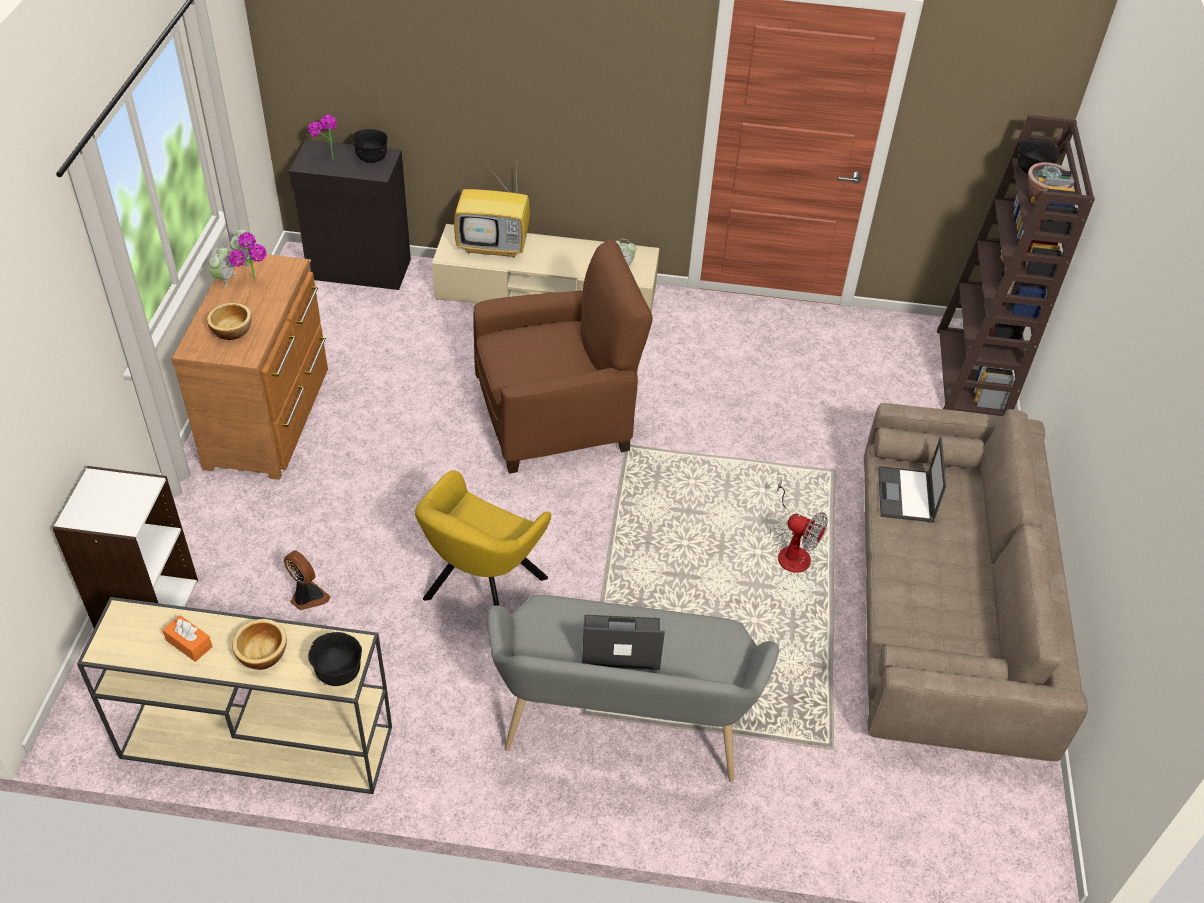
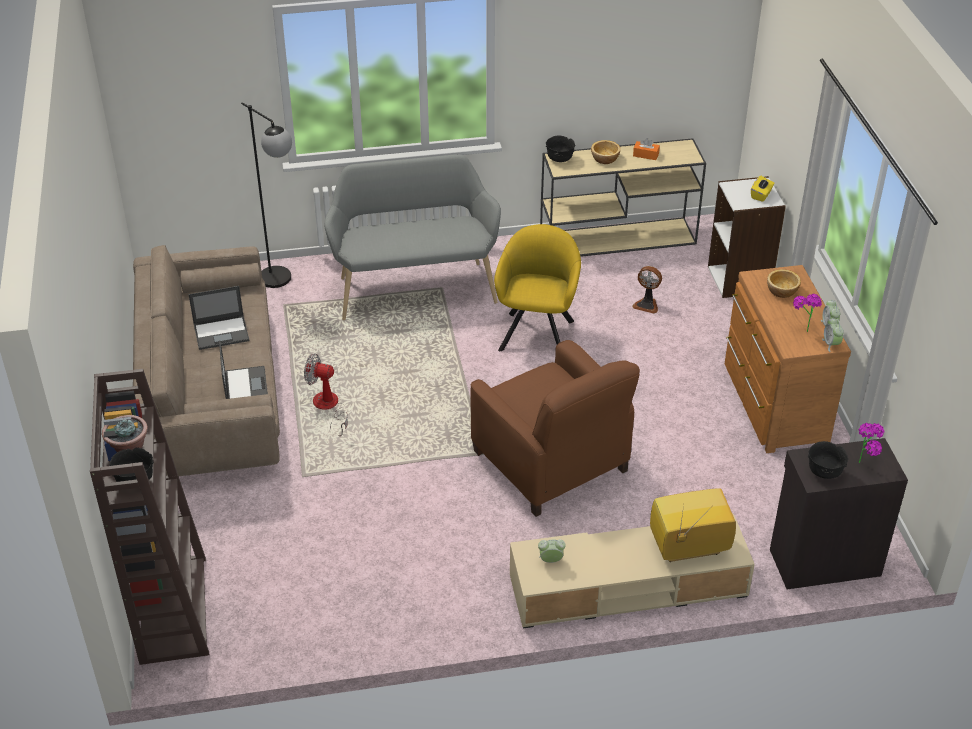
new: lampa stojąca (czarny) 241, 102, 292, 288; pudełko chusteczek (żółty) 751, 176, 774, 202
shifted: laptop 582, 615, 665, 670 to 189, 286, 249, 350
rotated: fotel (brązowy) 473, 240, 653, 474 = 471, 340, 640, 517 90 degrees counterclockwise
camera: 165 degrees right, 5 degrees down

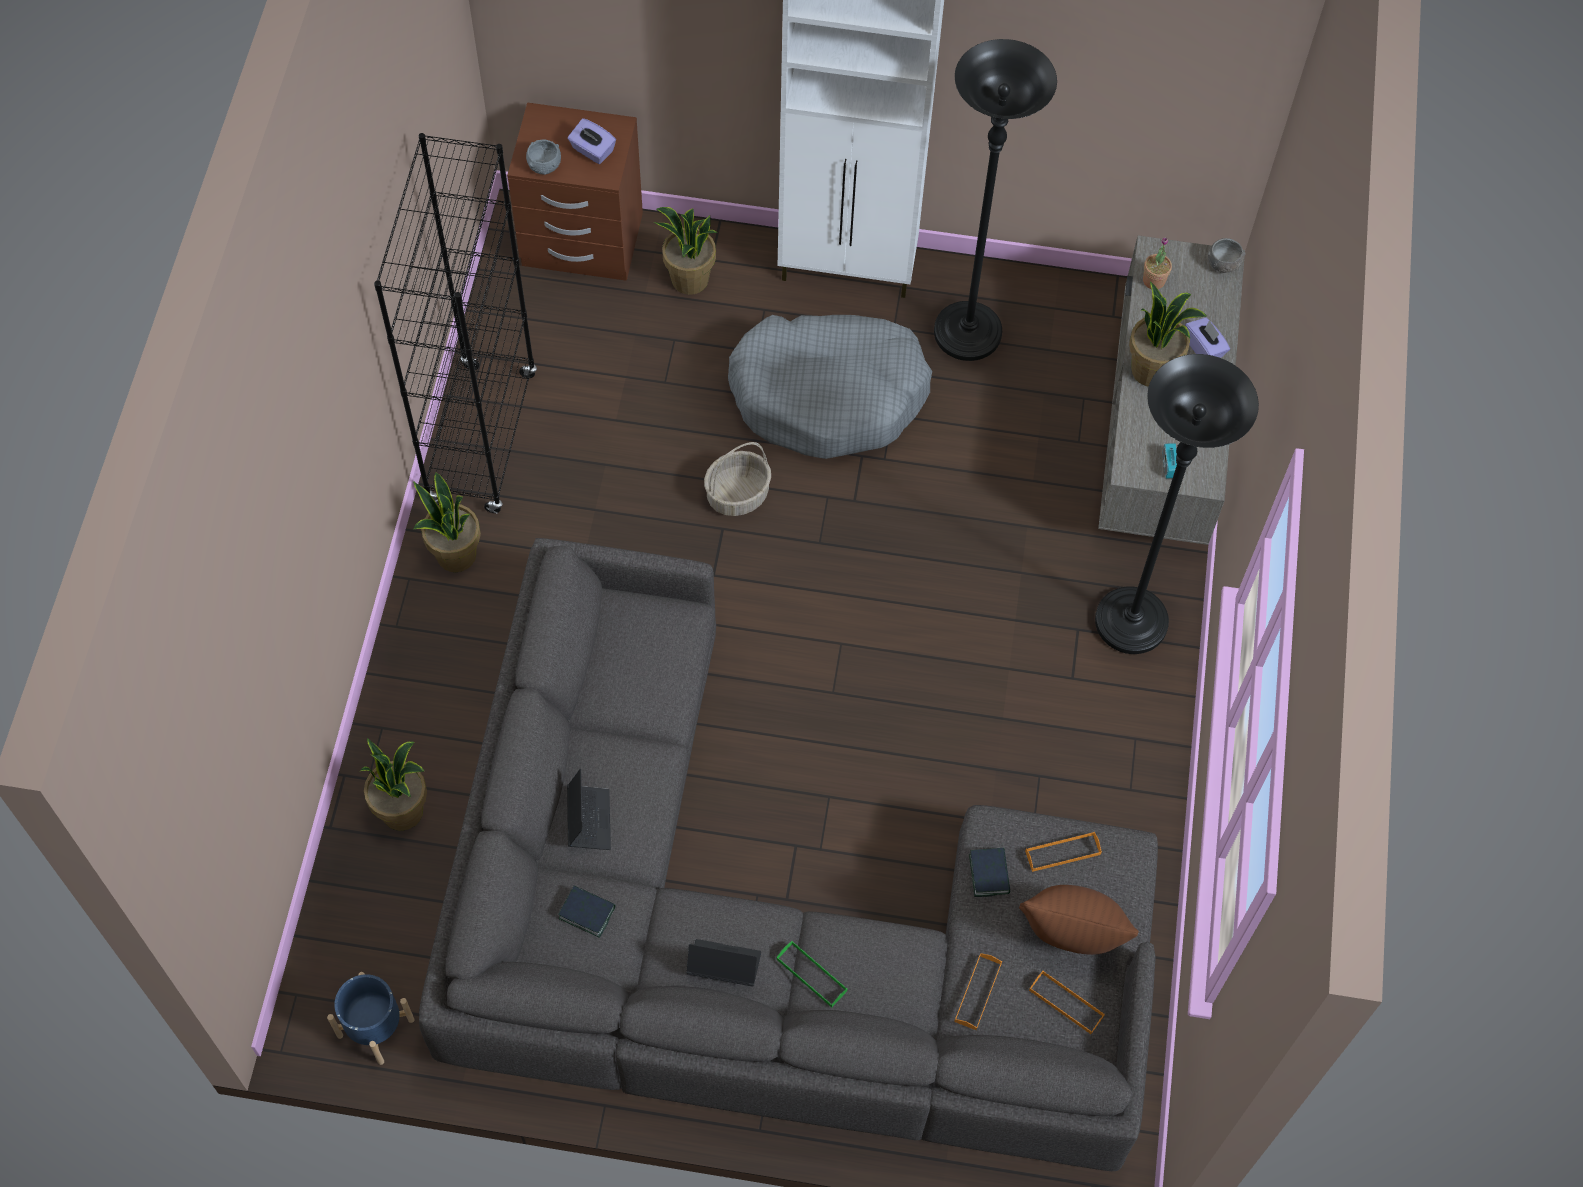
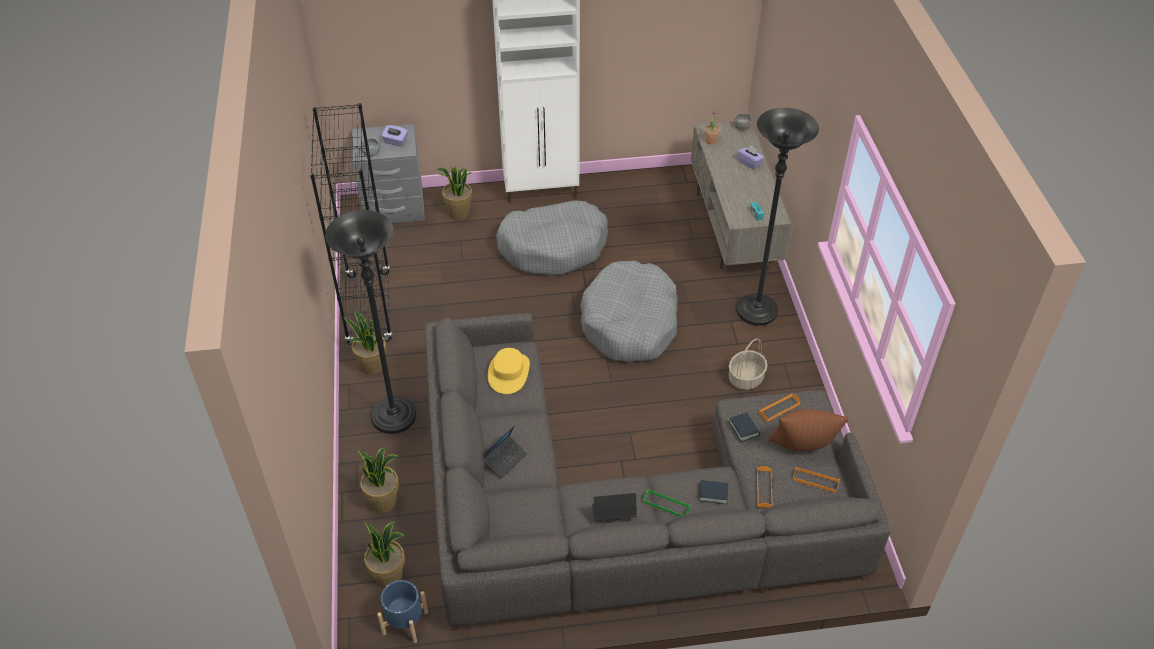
new: kapelusz (żółty) 488, 348, 530, 394; legowisko (szary) 580, 261, 678, 362
shifted: książka 558, 886, 616, 938 to 699, 480, 728, 505; koszyk 704, 442, 771, 516 to 729, 338, 768, 390; lampa stojąca (czarny) 934, 39, 1057, 361 to 325, 210, 416, 434; roślina doniczkowa 1129, 281, 1207, 387 to 362, 522, 405, 588
repainted: szafka nocna (brązowy) 507, 102, 643, 281 to szafka nocna (szary) 353, 124, 425, 223
rotated: laptop 567, 769, 611, 850 = 483, 425, 528, 479 60 degrees clockwise
camera: 15 degrees left, 15 degrees down

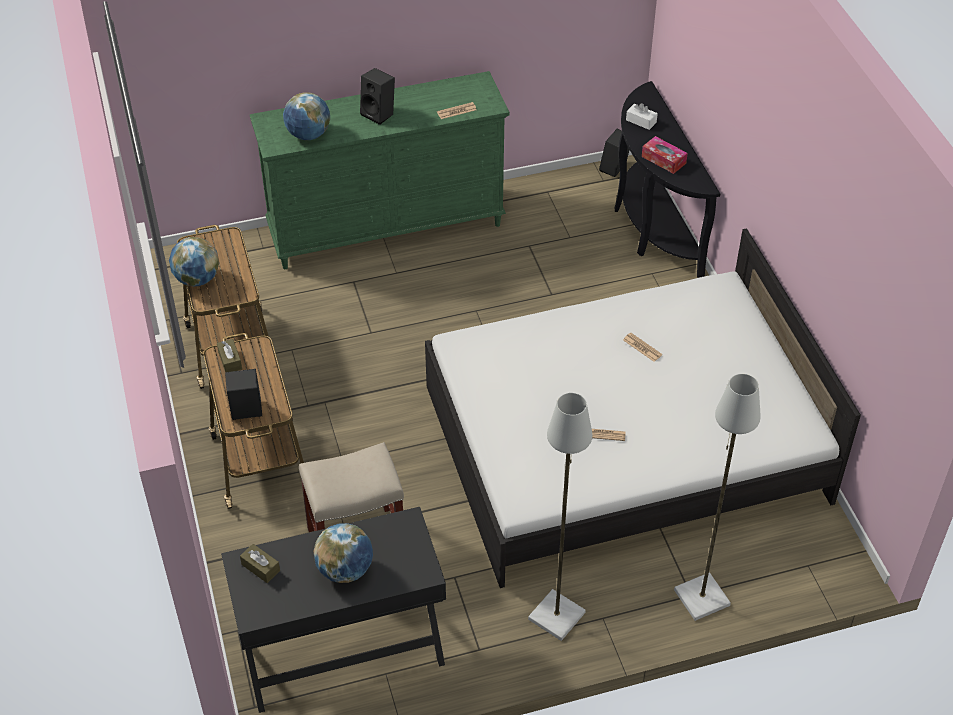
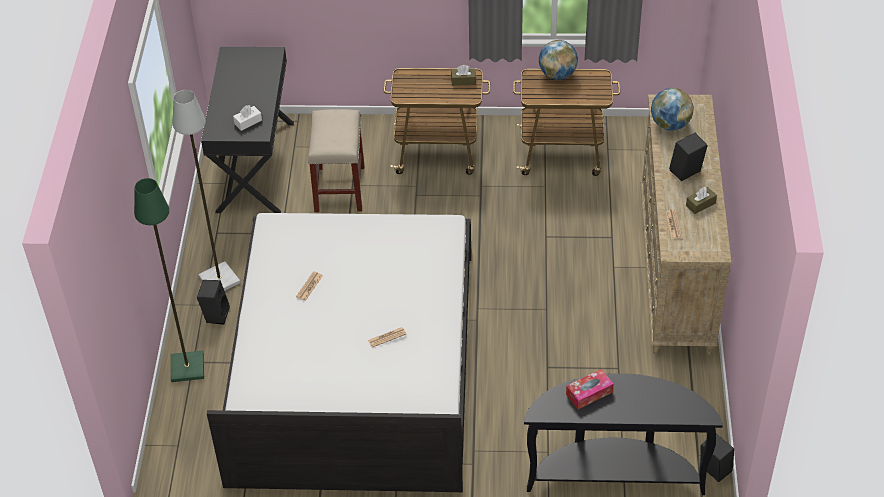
gone: globus 313, 523, 373, 583
shifted: głośnik (czarny) 225, 369, 262, 420 to 197, 280, 230, 325; pudełko chusteczek (brązowy) 240, 544, 280, 583 to 686, 186, 717, 214; pudełko chusteczek (biały) 626, 103, 658, 130 to 233, 105, 262, 131
repainted: komoda (zielony) 250, 71, 510, 269 to komoda (beżowy) 640, 94, 732, 355; lampa stojąca (szary) 674, 374, 761, 621 to lampa stojąca (zielony) 134, 178, 204, 382
camera: 110 degrees right, 0 degrees up

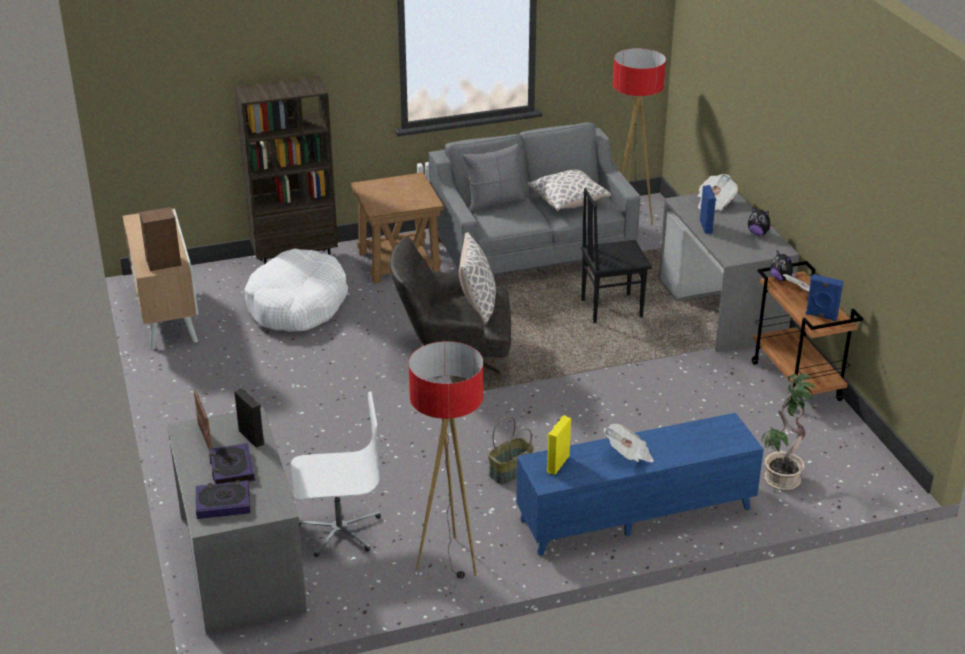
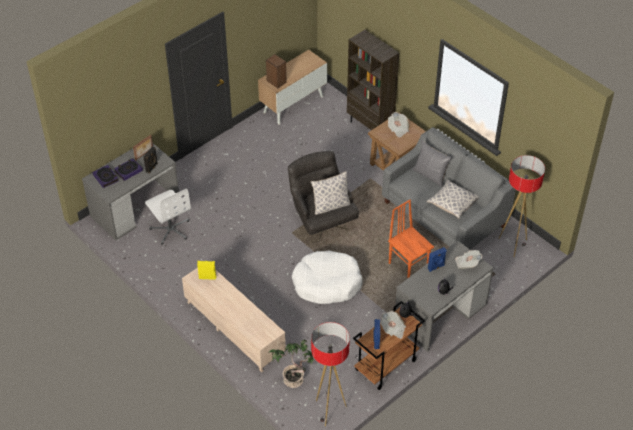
gone: koszyk 488, 416, 534, 484
shifted: legowisko (biały) 245, 248, 348, 332 to 292, 251, 363, 304; lampa stojąca 409, 341, 483, 578 to 311, 322, 350, 427; gazeta 603, 424, 654, 462 to 388, 112, 409, 138
repainted: szafka pod telewizor (niebieski) 516, 413, 764, 556 to szafka pod telewizor (beżowy) 182, 268, 286, 373; krzesło (czarny) 581, 188, 652, 323 to krzesło (pomarańczowy) 388, 200, 434, 279
camera: 65 degrees right, 15 degrees up

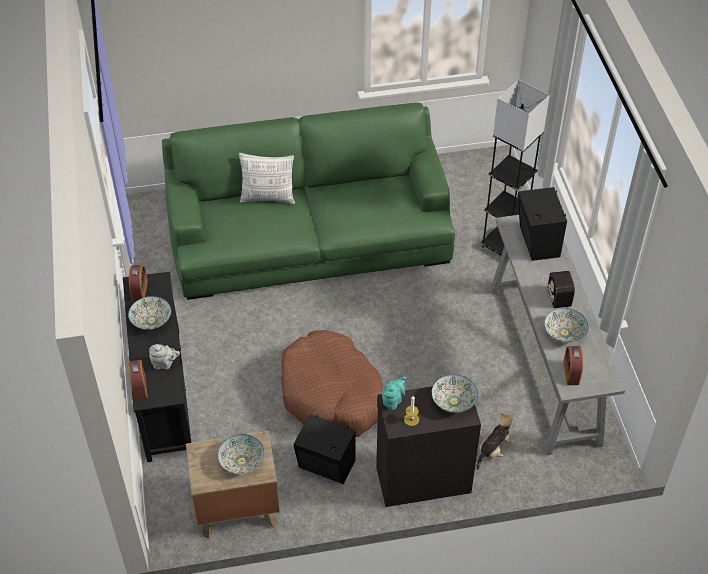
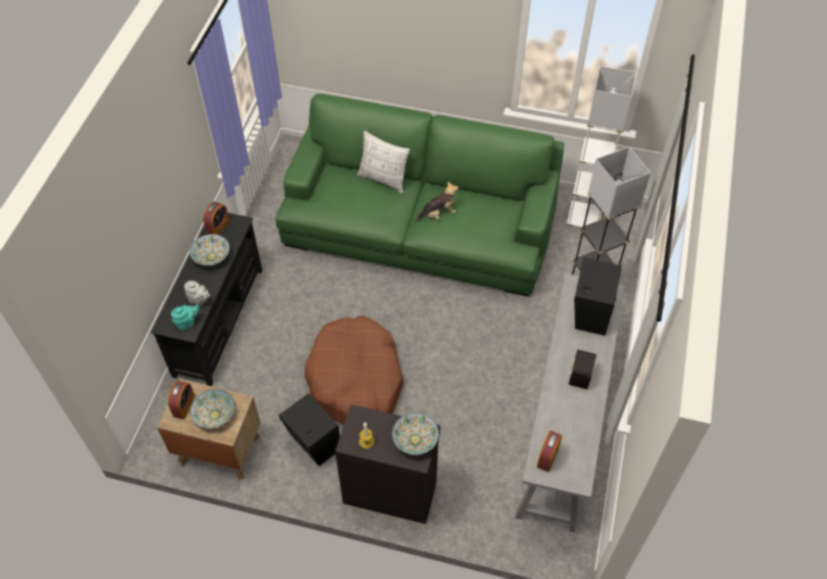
gone: miska 544, 308, 588, 342
new: lampa stojąca (biały) 567, 66, 636, 227
shifted: budzik 128, 360, 148, 400 to 168, 381, 195, 419; imbryk (turkusowy) 382, 376, 406, 410 to 171, 305, 200, 331; pluszak 477, 413, 514, 469 to 415, 181, 458, 223
camera: 25 degrees right, 5 degrees up

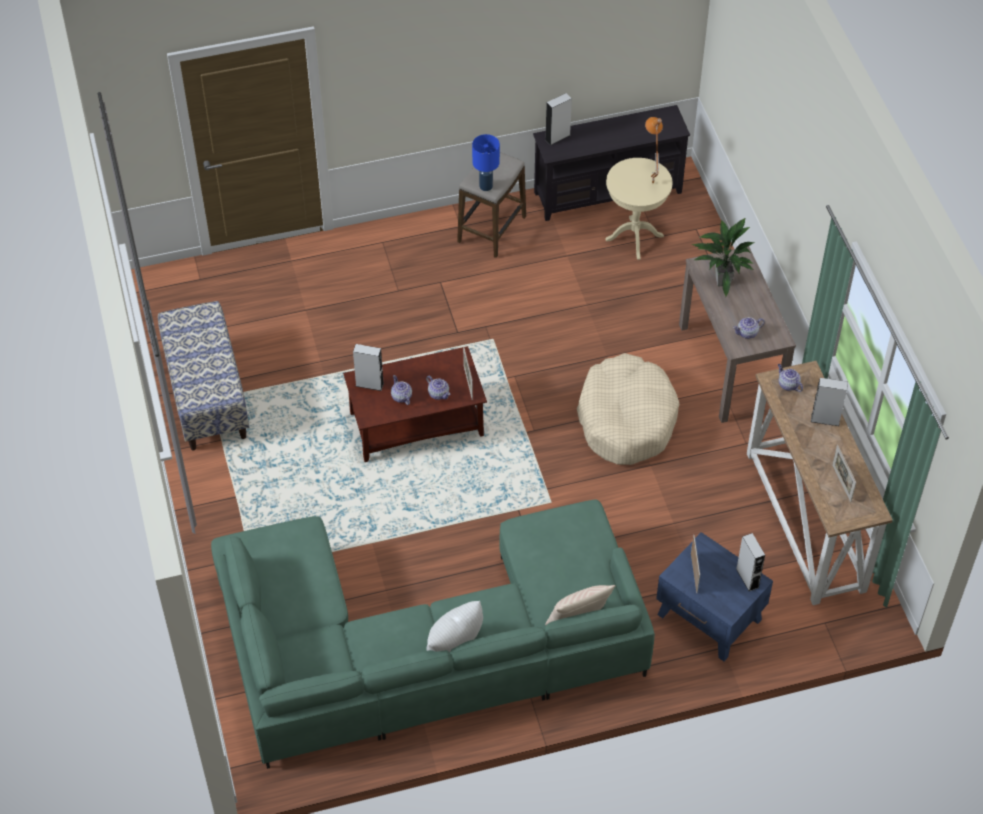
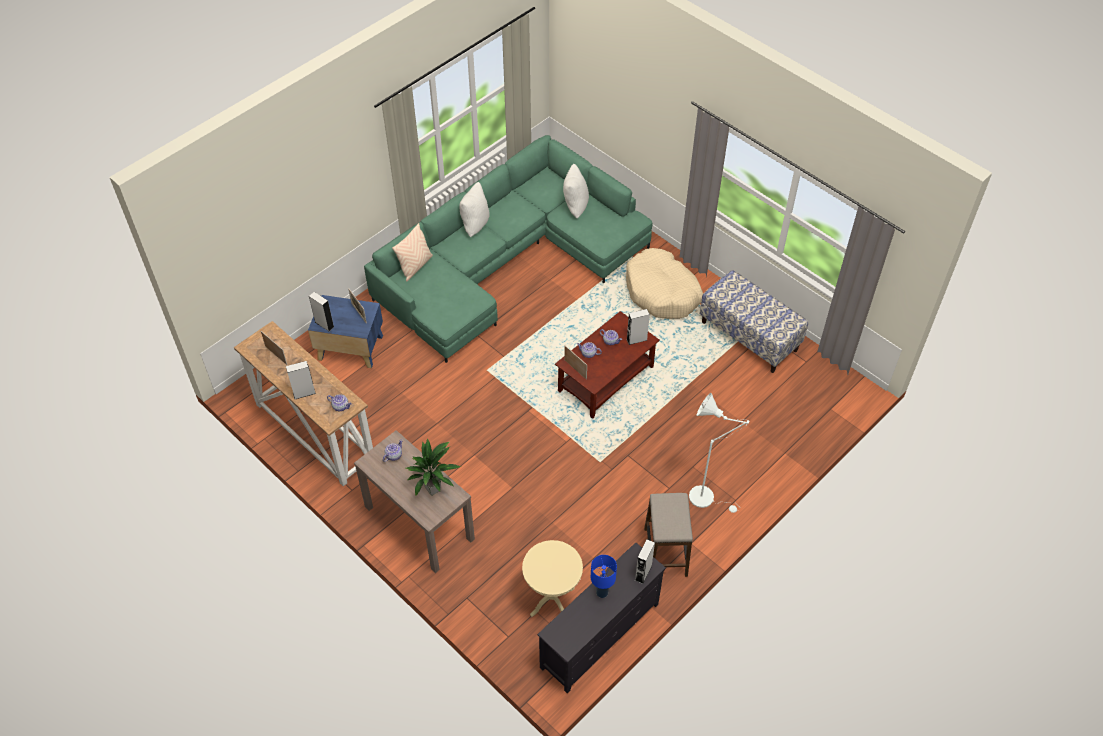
gone: lampa stołowa (pomarańczowy) 645, 117, 663, 184
new: poduszka (biały) 563, 164, 589, 218; lampa stojąca (biały) 689, 393, 750, 513
shifted: lampa stołowa (niebieski) 472, 134, 500, 191 to 591, 555, 617, 598; legowisko (beżowy) 577, 353, 679, 465 to 626, 248, 703, 319
camera: 150 degrees right, 0 degrees up

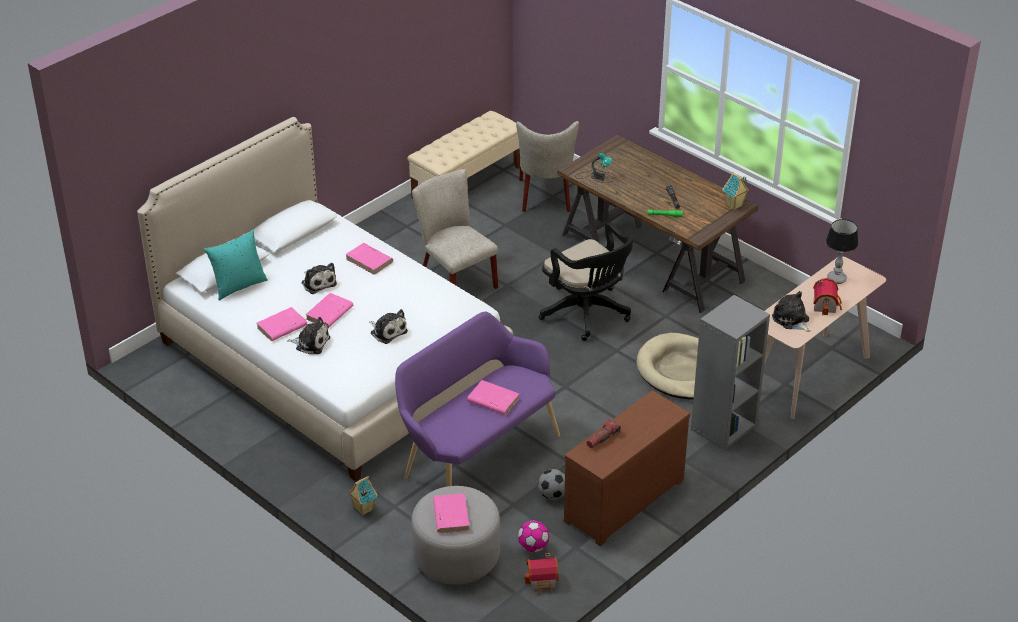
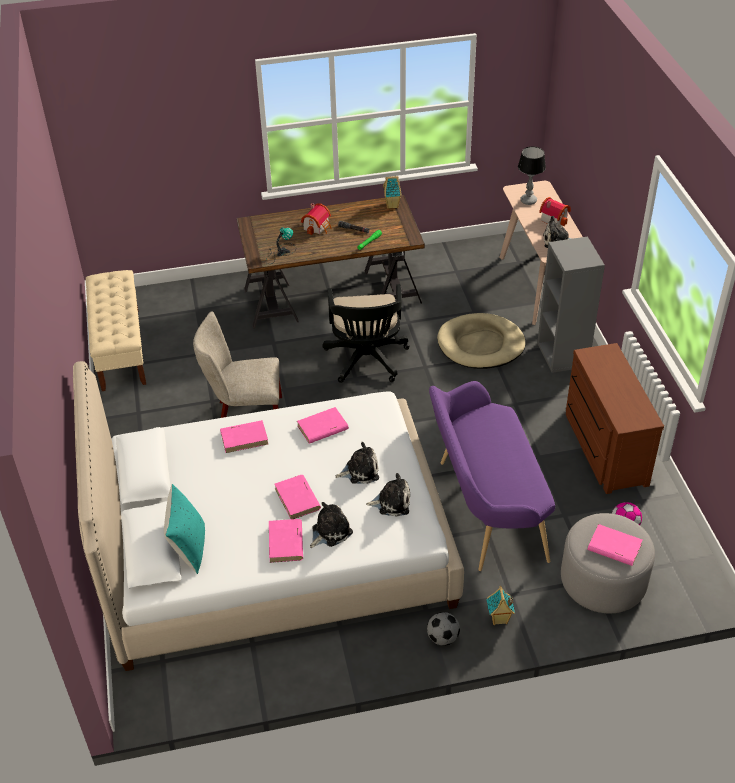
gone: krzesło (beżowy) 516, 121, 579, 212; latarka 586, 419, 621, 448
shifted: pluszak 301, 263, 337, 294 to 366, 473, 410, 517; książka (różowy) 467, 380, 519, 415 to 297, 407, 349, 444; domek 525, 553, 559, 595 to 301, 203, 332, 235; piłka futbolowa 538, 469, 565, 500 to 427, 612, 460, 646
rotated: krzesło biurowe (czarny) 539, 222, 634, 341 = 322, 284, 410, 383 90 degrees clockwise
camera: 55 degrees left, 5 degrees up

